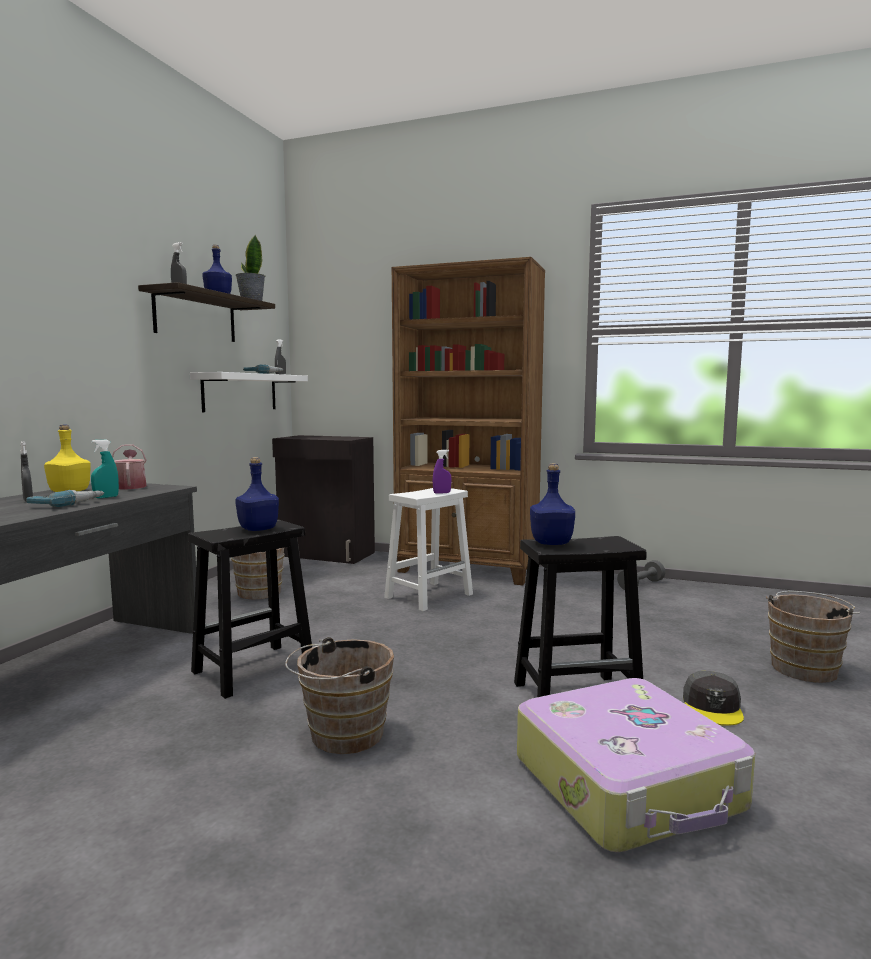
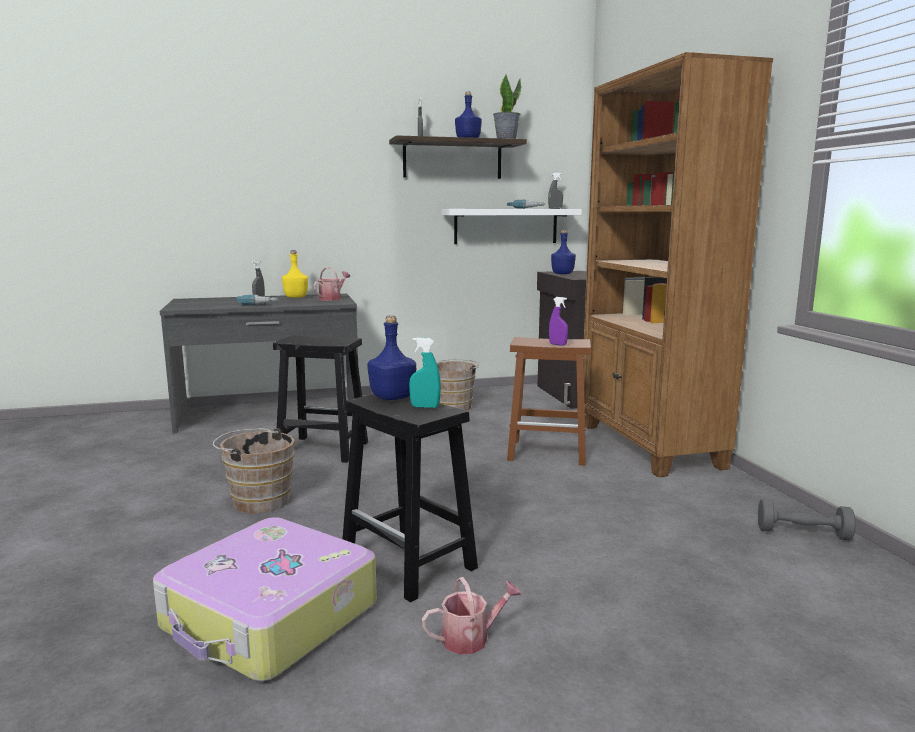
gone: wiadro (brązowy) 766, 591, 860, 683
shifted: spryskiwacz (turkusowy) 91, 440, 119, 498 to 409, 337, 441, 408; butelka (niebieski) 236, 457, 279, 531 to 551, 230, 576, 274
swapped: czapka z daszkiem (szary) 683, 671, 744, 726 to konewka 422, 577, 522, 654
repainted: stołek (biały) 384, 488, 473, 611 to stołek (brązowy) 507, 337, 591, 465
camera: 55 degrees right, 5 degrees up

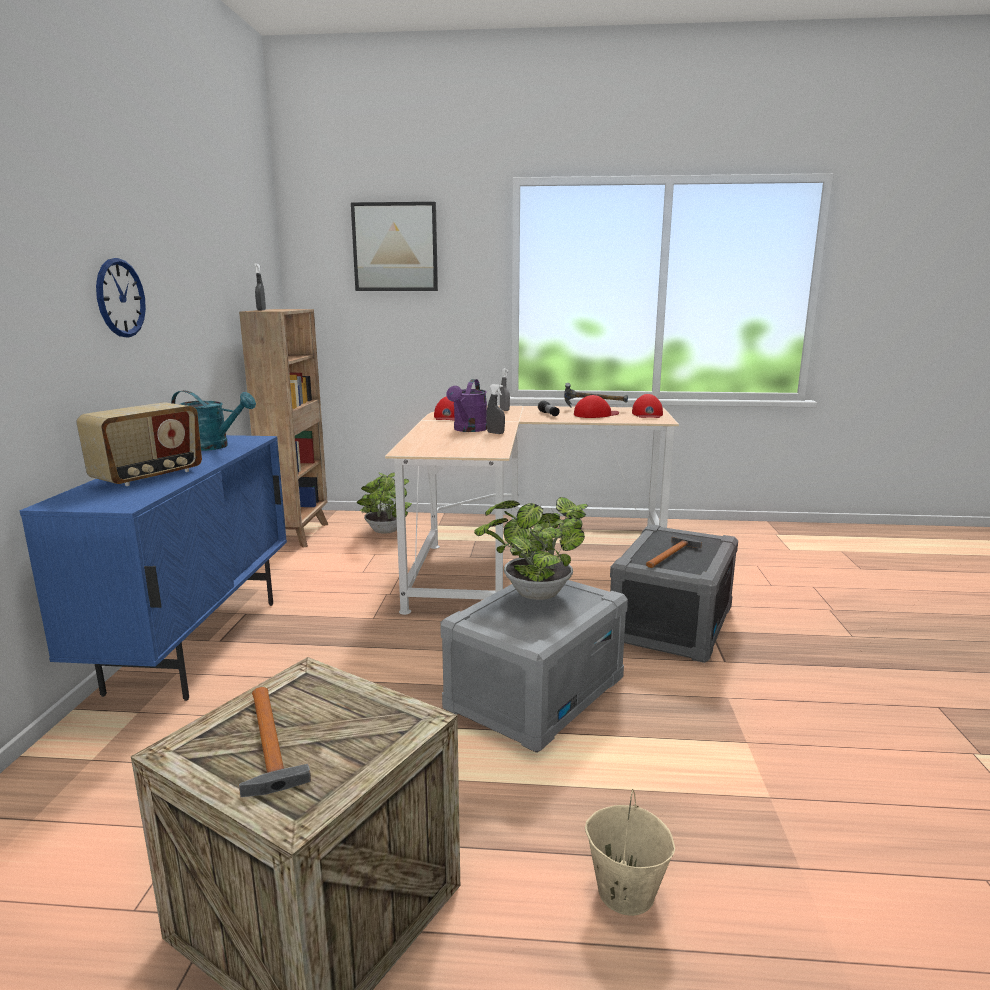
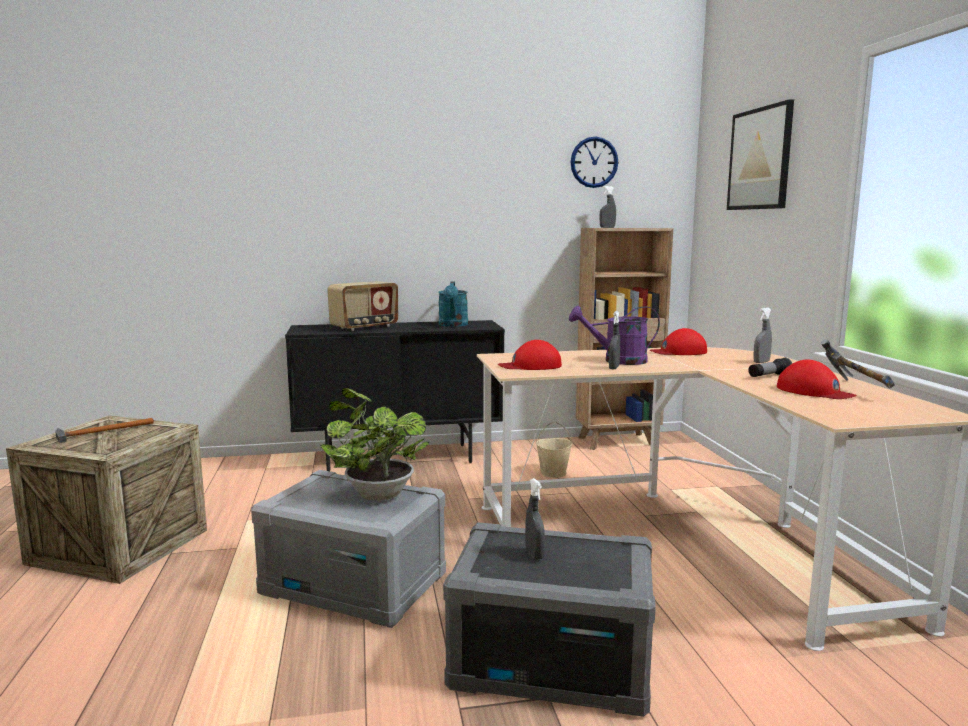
gone: roślina doniczkowa 357, 472, 412, 534
shifted: zegar ścienny 96, 258, 146, 337 to 570, 136, 618, 188; wiadro (beżowy) 585, 789, 675, 916 to 536, 422, 572, 478; czapka z daszkiem (czerwony) 632, 394, 663, 418 to 498, 340, 562, 370
swapped: młotek 646, 535, 702, 568 to spryskiwacz (szary) 525, 478, 545, 560
repainted: szafka (niebieski) 20, 435, 287, 701 to szafka (czarny) 285, 320, 505, 471
rotated: radio 76, 402, 202, 486 = 327, 281, 398, 331 60 degrees counterclockwise
camera: 75 degrees right, 5 degrees down

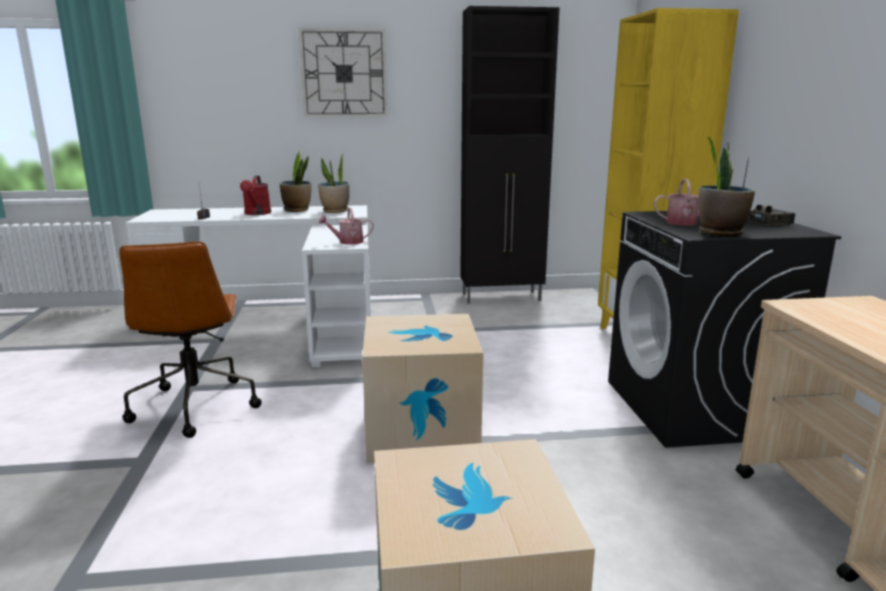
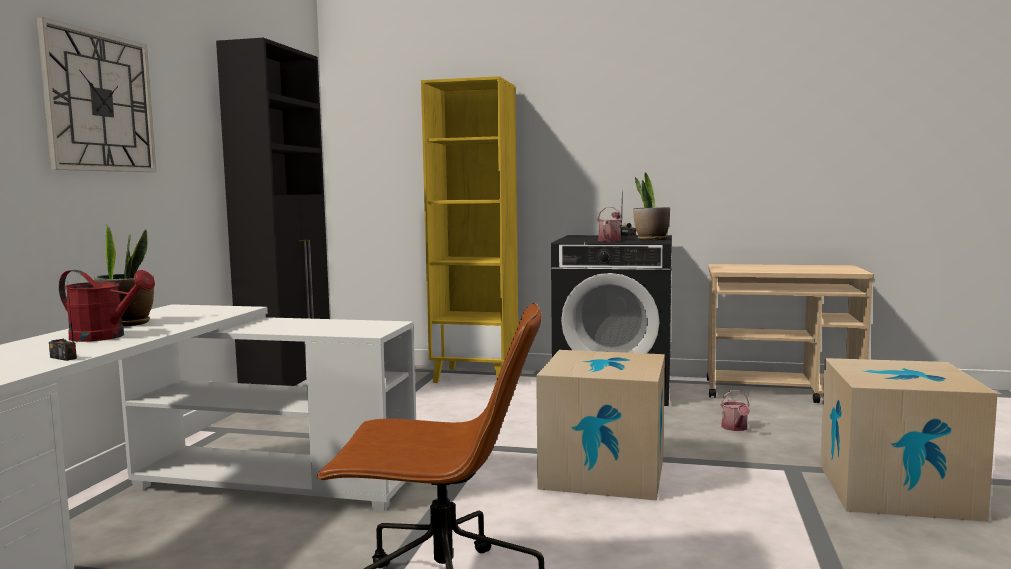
gone: roślina doniczkowa 318, 153, 349, 213
shifted: konewka 318, 207, 374, 245 to 720, 390, 750, 431
camera: 70 degrees left, 10 degrees down

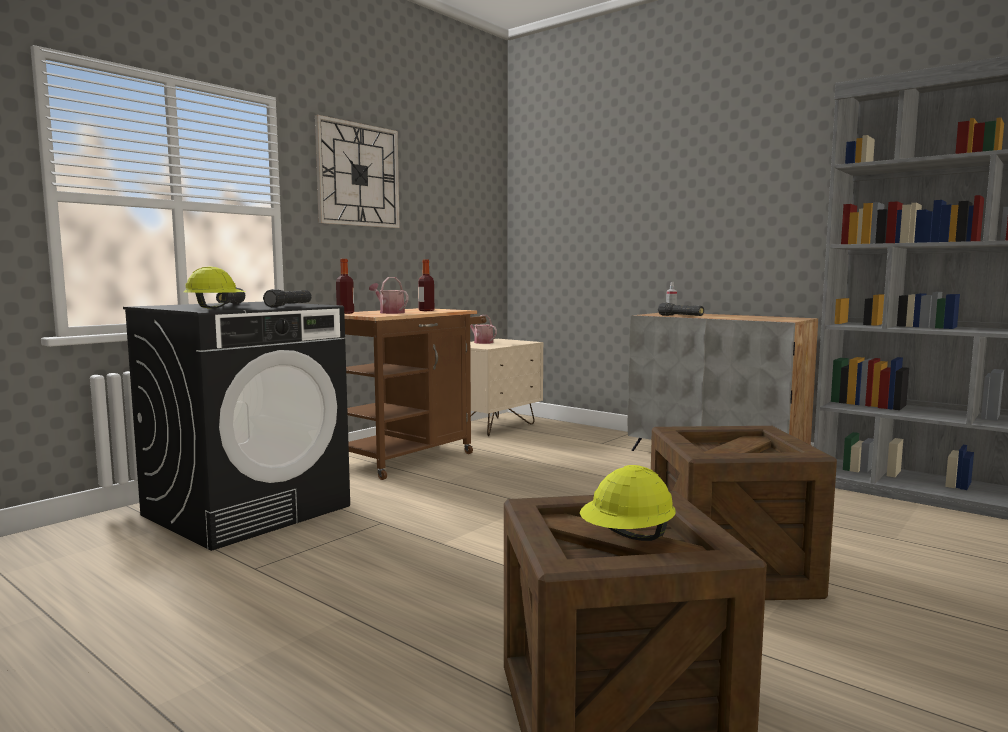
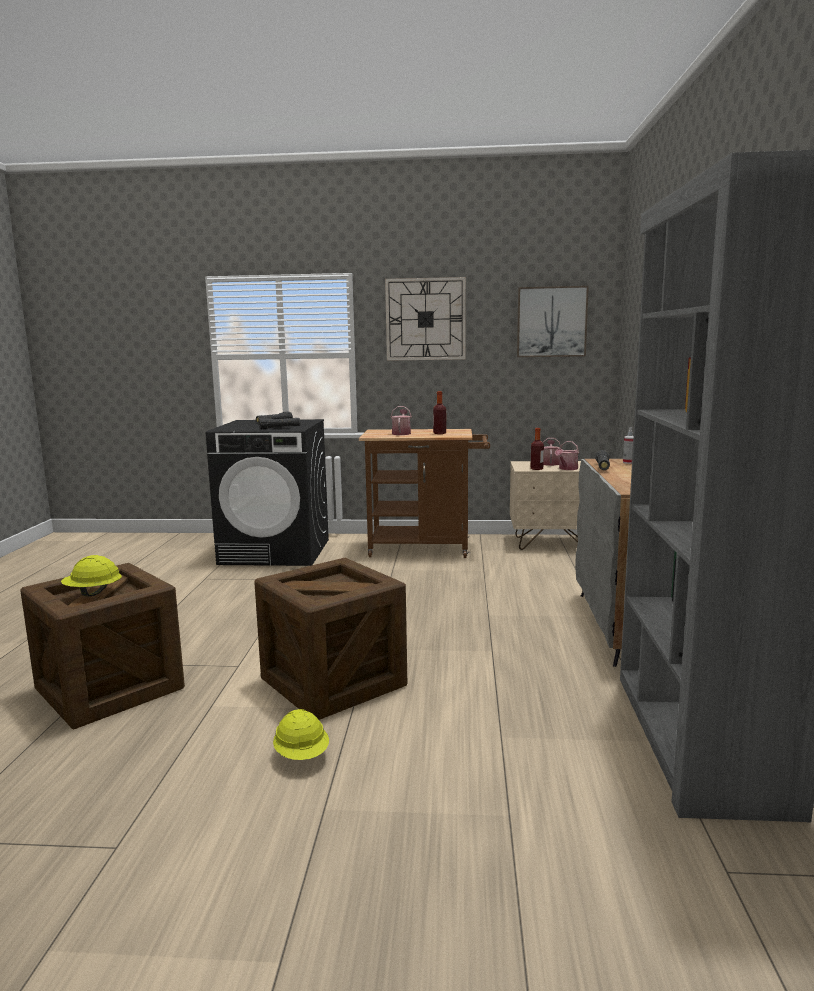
new: obraz 517, 286, 589, 357; konewka 555, 441, 579, 470
shifted: kask (żółty) 184, 266, 245, 308 to 273, 709, 329, 760; butelka 336, 259, 354, 314 to 531, 428, 544, 470
camera: 55 degrees right, 5 degrees up

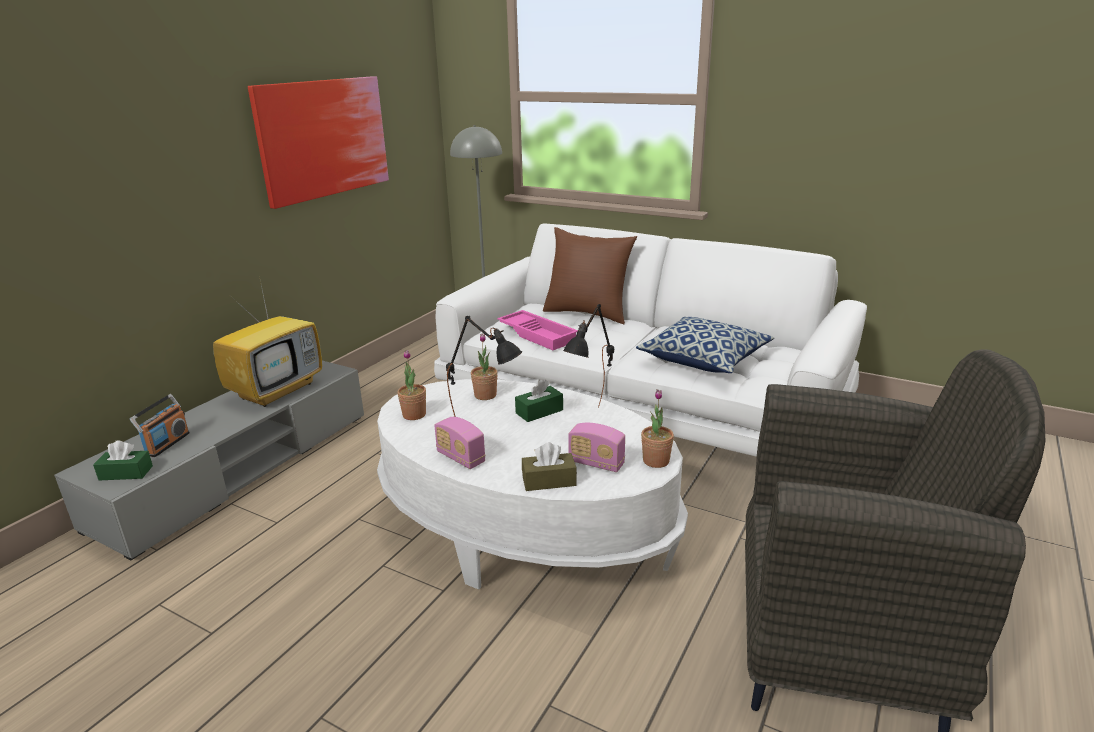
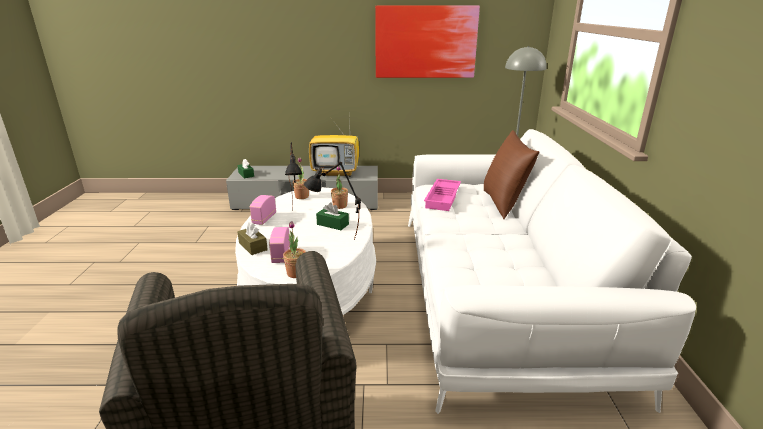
gone: radio 130, 394, 190, 457; poduszka 636, 317, 774, 373
camera: 60 degrees right, 0 degrees up

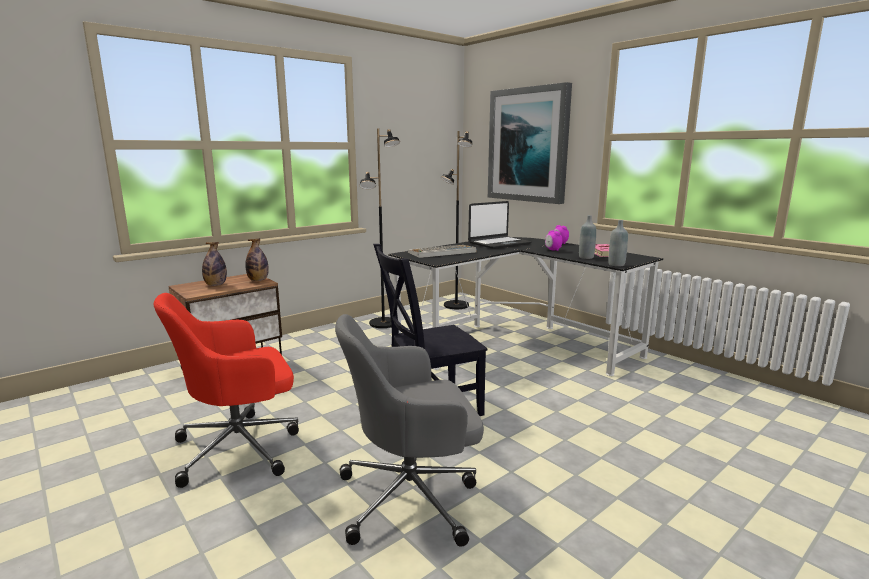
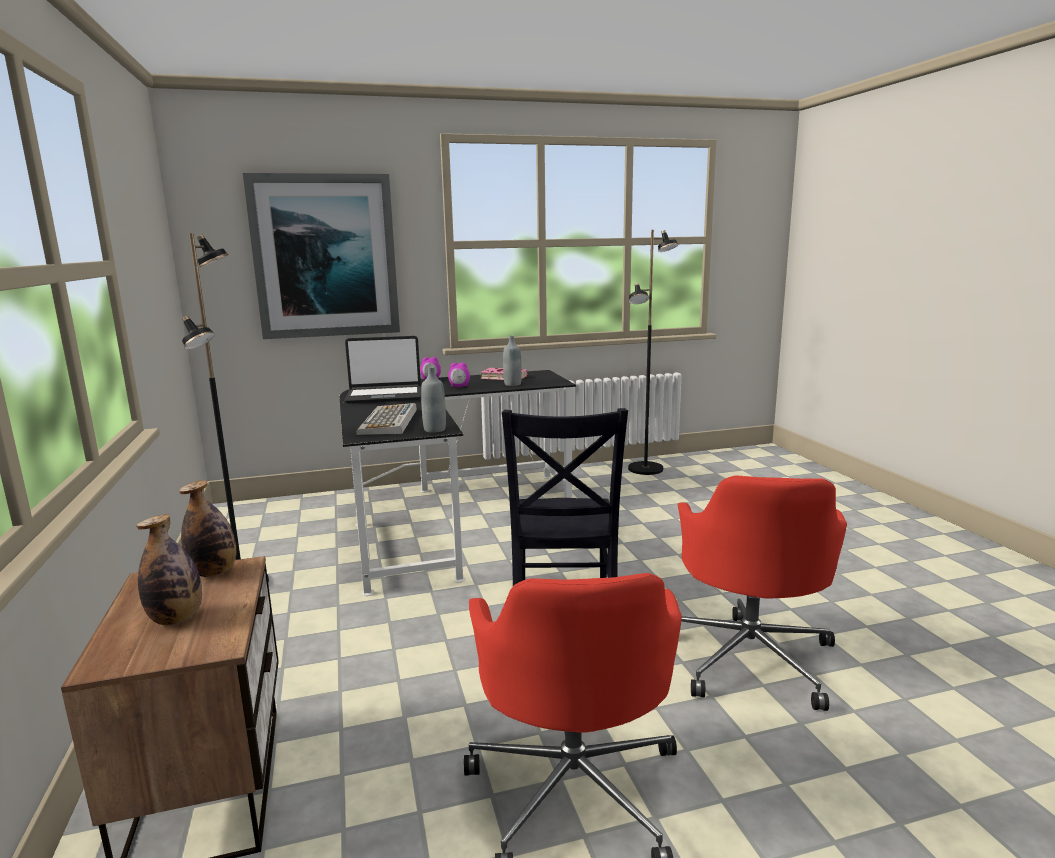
shifted: lampa stojąca (czarny) 441, 131, 473, 309 to 628, 230, 678, 475; butelka (szary) 608, 220, 628, 267 to 421, 367, 446, 433
repainted: krzesło biurowe (szary) 335, 314, 484, 547 to krzesło biurowe (czerwony) 677, 475, 847, 711
rotated: laptop 468, 201, 531, 249 = 344, 336, 421, 404 90 degrees clockwise
camera: 65 degrees left, 0 degrees up

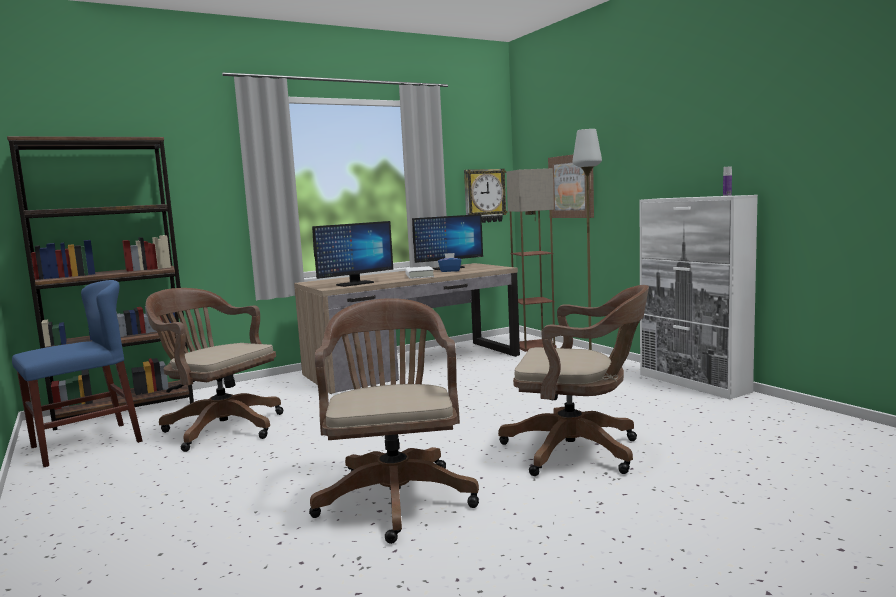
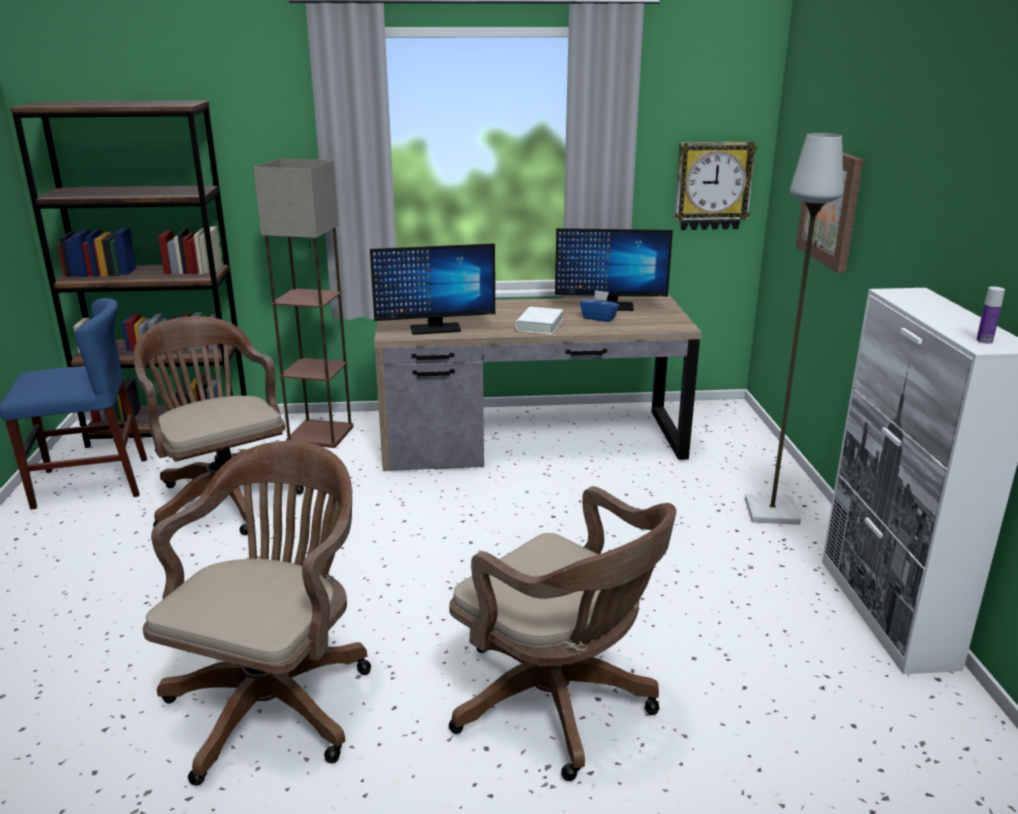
shifted: lampa stojąca 506, 168, 557, 352 to 254, 159, 353, 448
camera: 25 degrees right, 15 degrees up

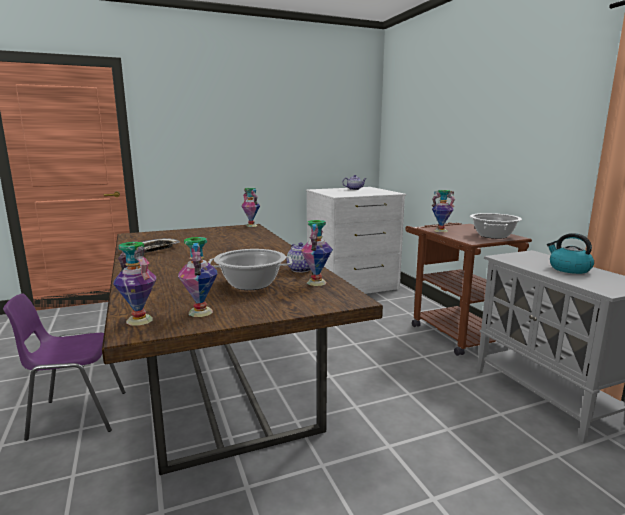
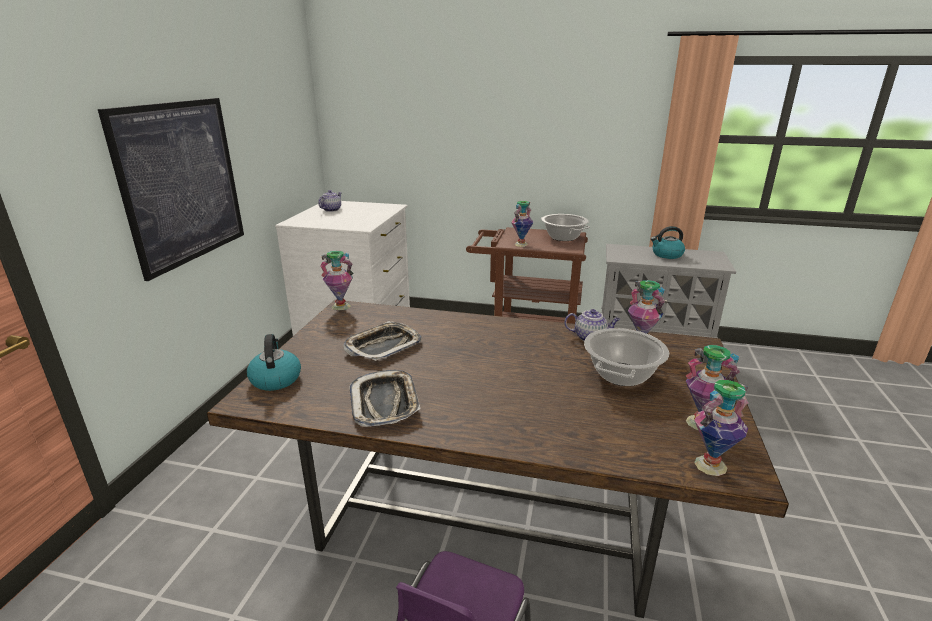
new: obraz 98, 98, 244, 281; czajnik 247, 334, 301, 391; taca 343, 321, 422, 361
camera: 55 degrees left, 10 degrees up

